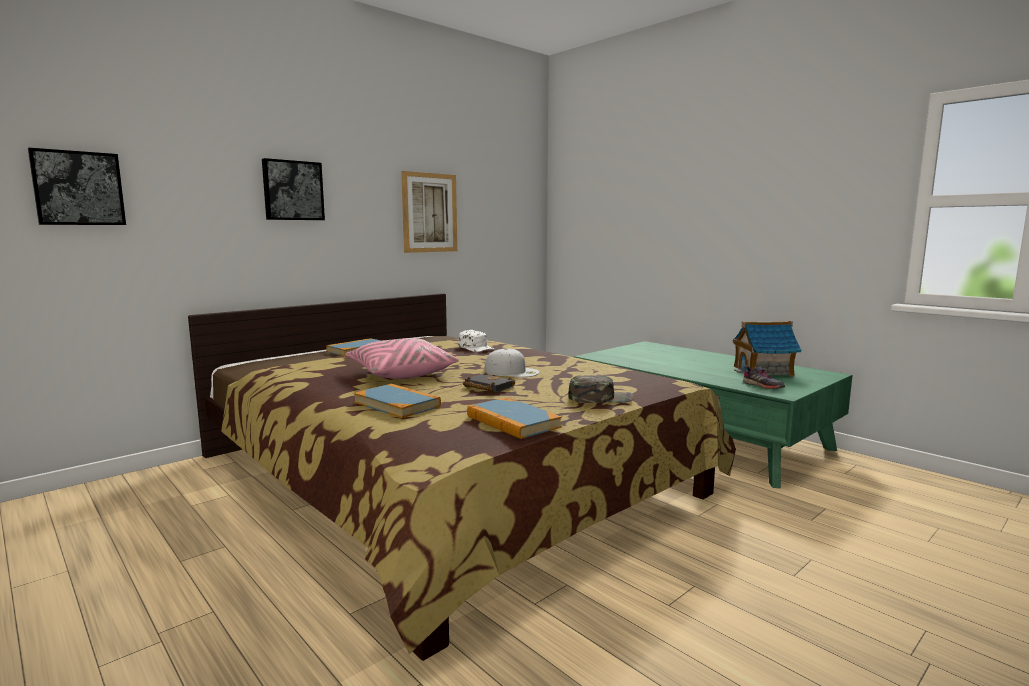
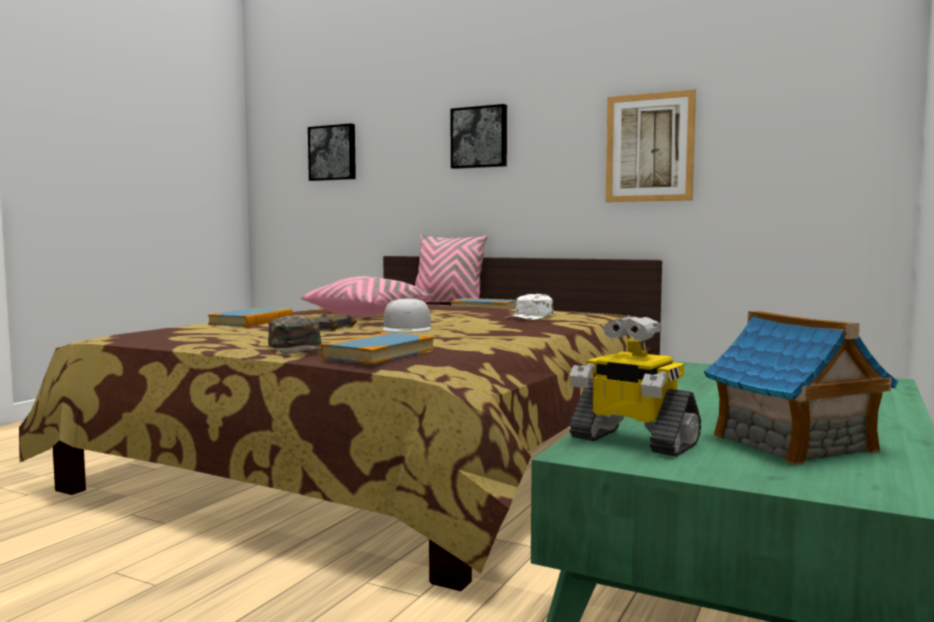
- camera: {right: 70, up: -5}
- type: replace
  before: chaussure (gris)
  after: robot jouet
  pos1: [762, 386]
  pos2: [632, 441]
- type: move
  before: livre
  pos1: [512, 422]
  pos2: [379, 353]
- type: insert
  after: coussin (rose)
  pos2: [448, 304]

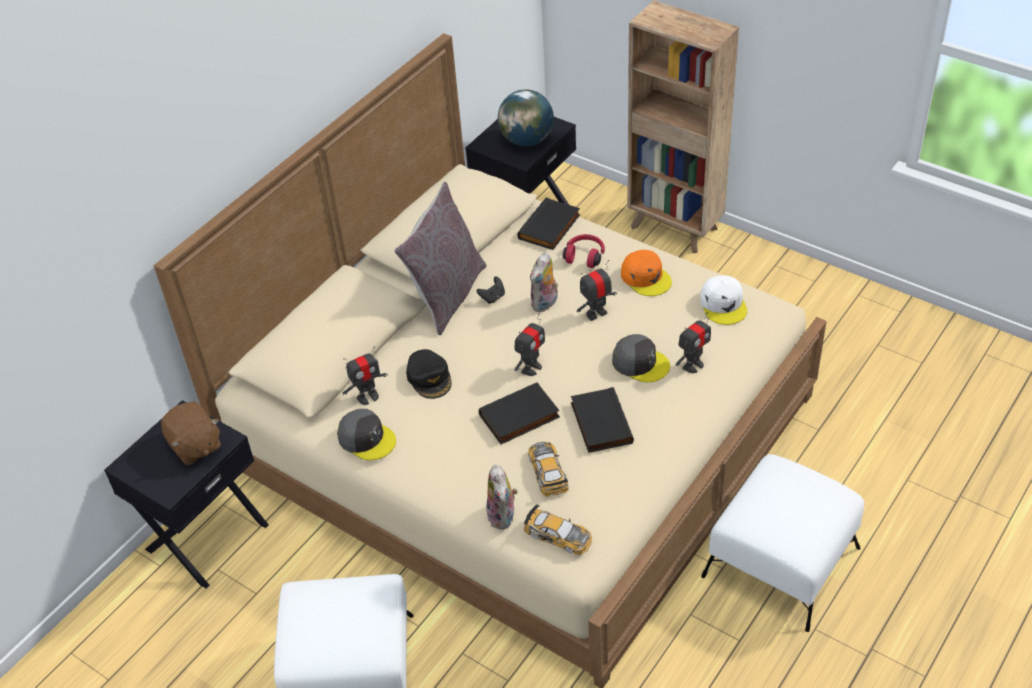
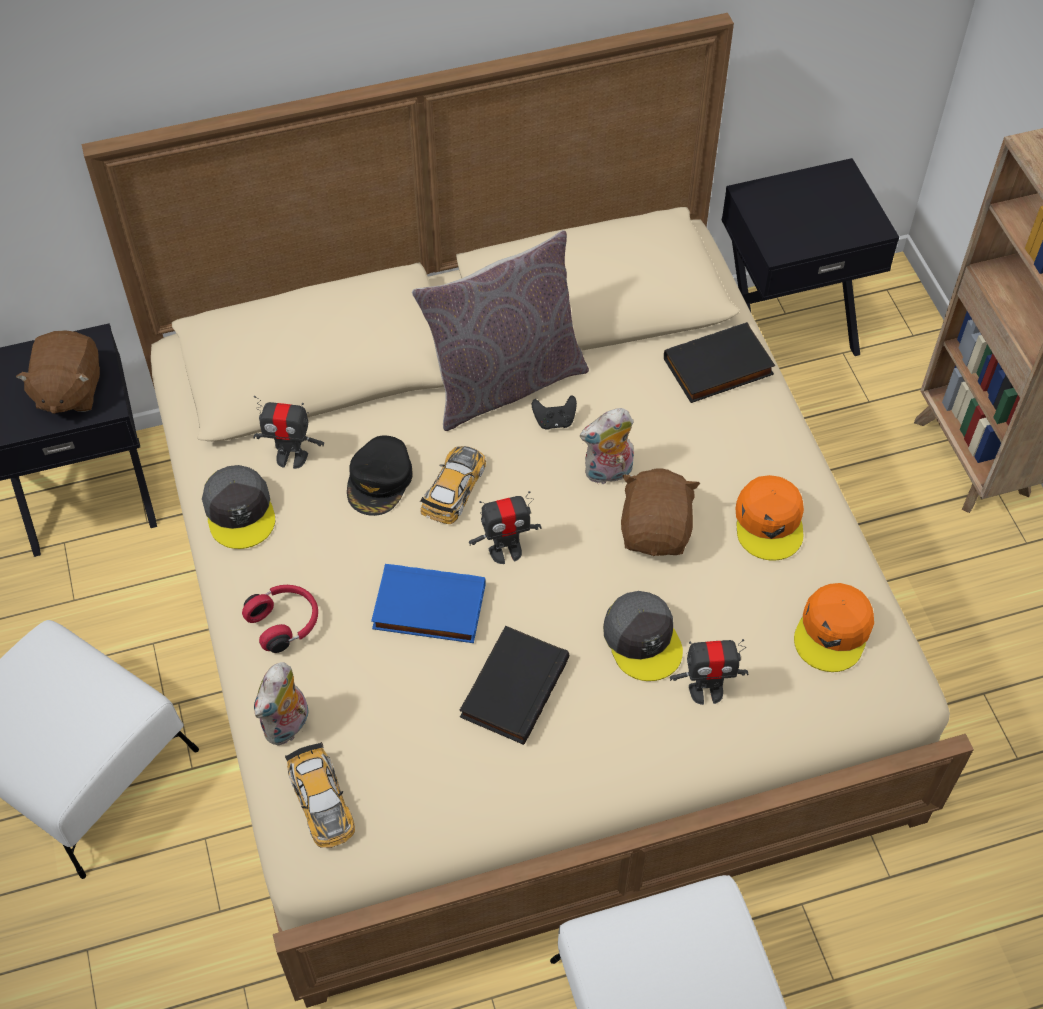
- camera: {right: 35, up: 10}
- type: delete
  before: globe
  pos1: [527, 140]
- type: move
  before: casque audio (rouge)
  pos1: [585, 256]
  pos2: [285, 623]
- type: replace
  before: robot jouet
  after: peluche (marron)
  pos1: [596, 314]
  pos2: [656, 531]
- type: recolor
  before: casquette (blanc)
  after: casquette (orange)
  pos1: [723, 304]
  pos2: [833, 631]
- type: recolor
  before: livre (noir)
  after: livre (bleu)
  pos1: [519, 417]
  pos2: [428, 609]
- type: move
  before: petite voiture
  pos1: [547, 471]
  pos2: [454, 487]

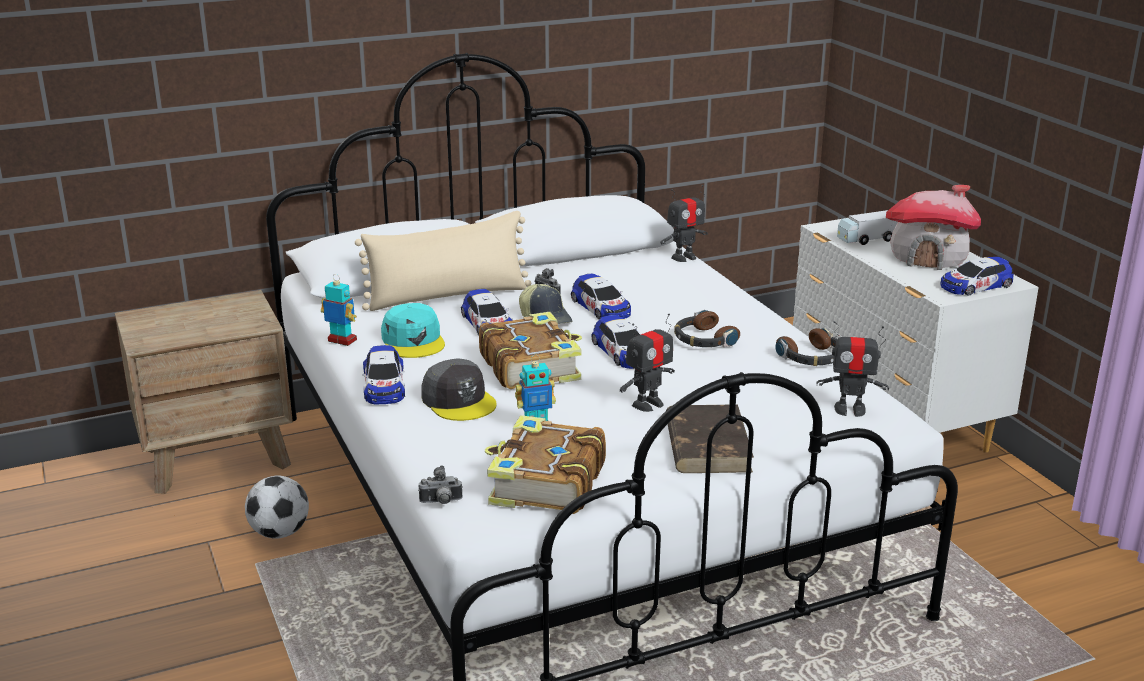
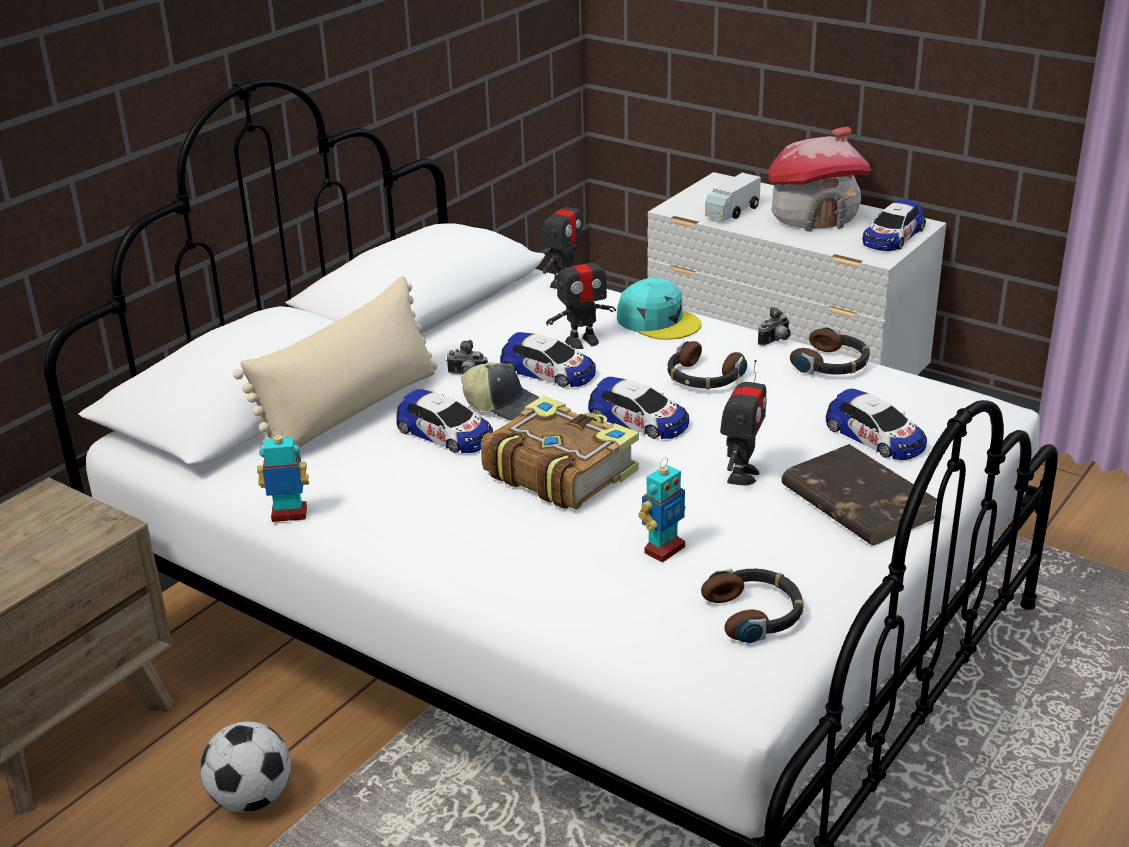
- camera: {right: -30, up: 5}
- type: move
  before: casquette (turquoise)
  pos1: [413, 341]
  pos2: [658, 321]
- type: move
  before: robot jouet
  pos1: [850, 410]
  pos2: [582, 341]
- type: move
  before: petite voiture
  pos1: [384, 385]
  pos2: [875, 436]
- type: delete
  before: casquette (gris)
  pos1: [459, 401]
- type: replace
  before: livre
  after: casque audio
  pos1: [545, 483]
  pos2: [755, 613]
- type: move
  before: appareil photo
  pos1: [441, 502]
  pos2: [776, 341]

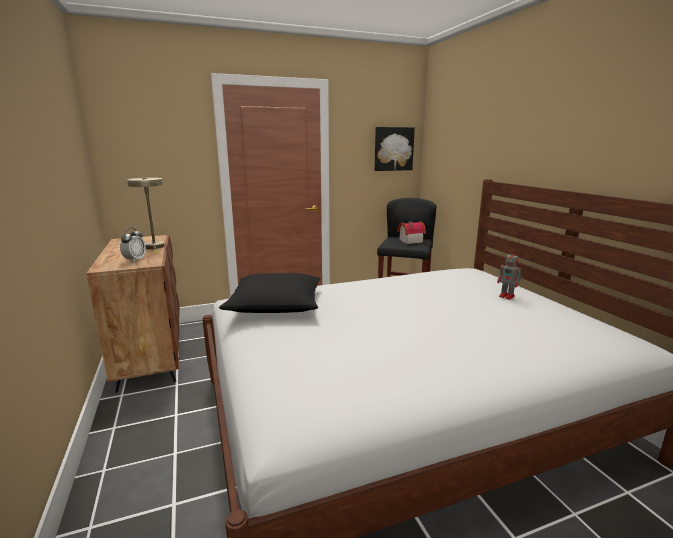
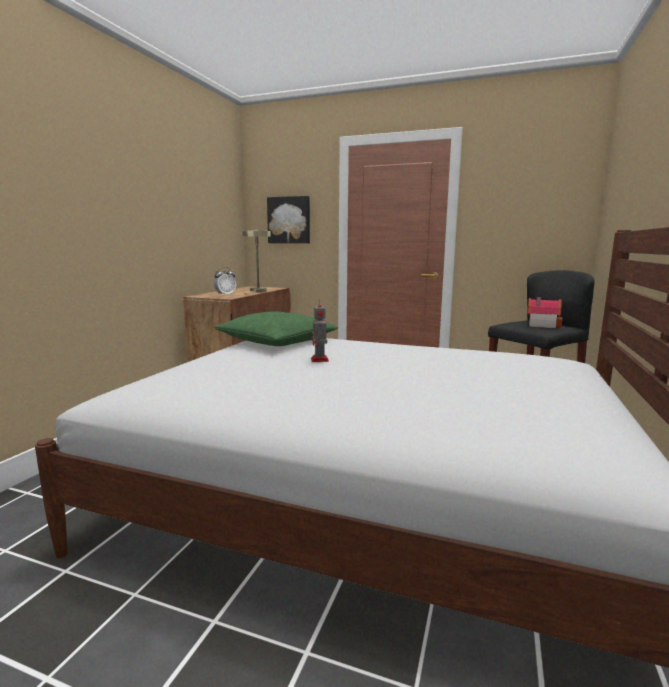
- camera: {right: 40, up: -5}
- type: move
  before: tableau
  pos1: [393, 149]
  pos2: [289, 220]
- type: move
  before: robot jouet
  pos1: [507, 296]
  pos2: [319, 360]
- type: recolor
  before: coussin (noir)
  after: coussin (vert)
  pos1: [275, 304]
  pos2: [277, 341]

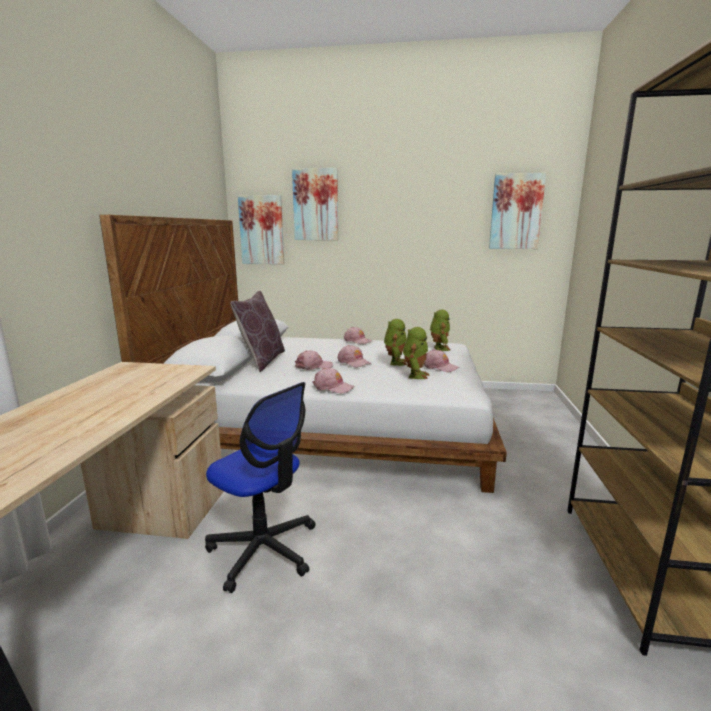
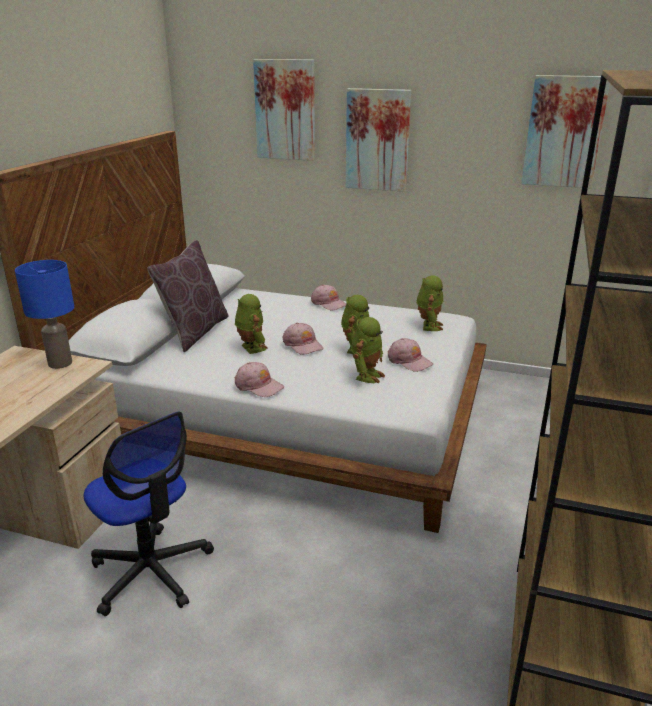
- camera: {right: 10, up: 10}
- type: move
  before: tableau
  pos1: [262, 230]
  pos2: [377, 140]
- type: replace
  before: casquette (rose)
  after: robot jouet
  pos1: [313, 366]
  pos2: [251, 348]
- type: insert
  after: lampe de table (bleu)
  pos2: [60, 363]

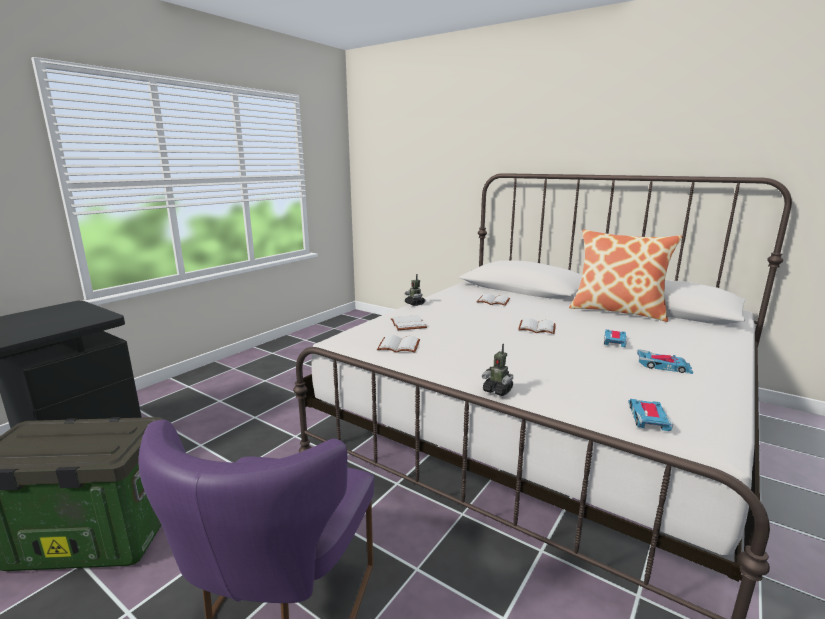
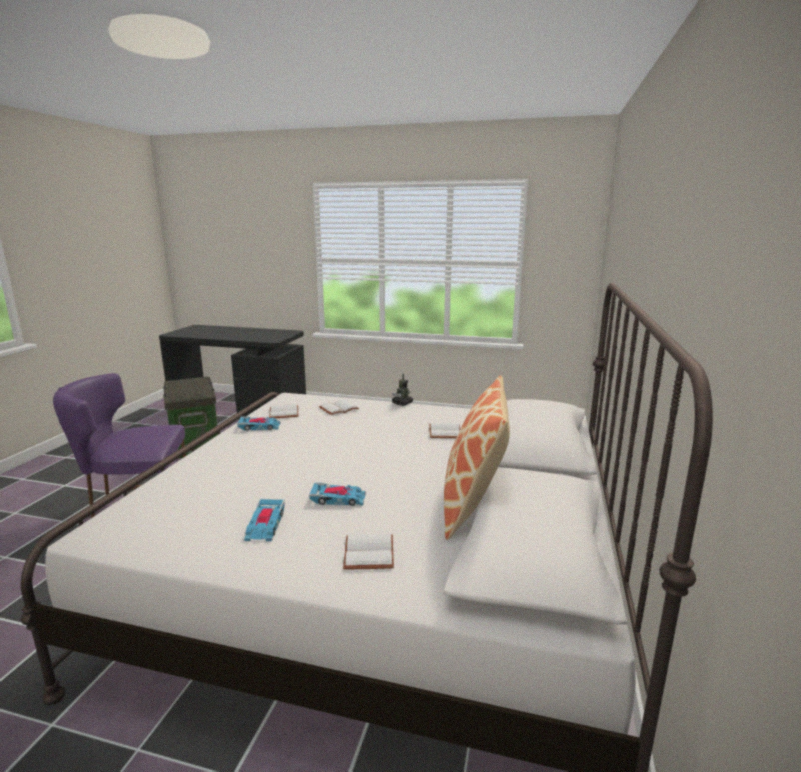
- camera: {right: 70, up: 0}
- type: move
  before: livre (blanc)
  pos1: [536, 328]
  pos2: [367, 552]
- type: delete
  before: robot jouet
  pos1: [497, 390]
- type: move
  before: petite voiture
  pos1: [647, 418]
  pos2: [259, 427]

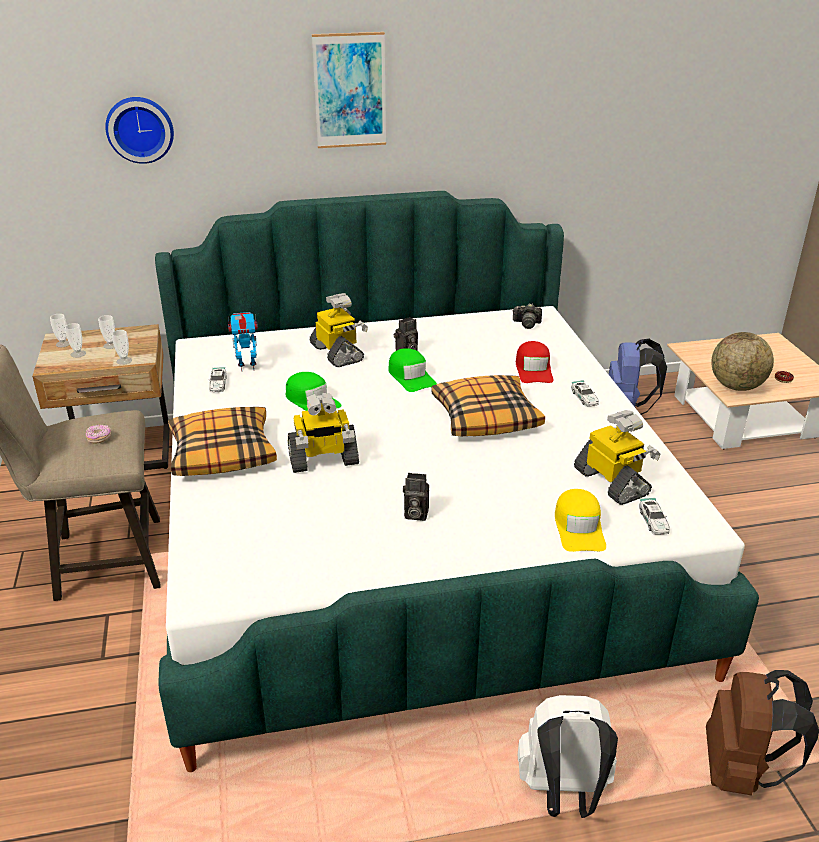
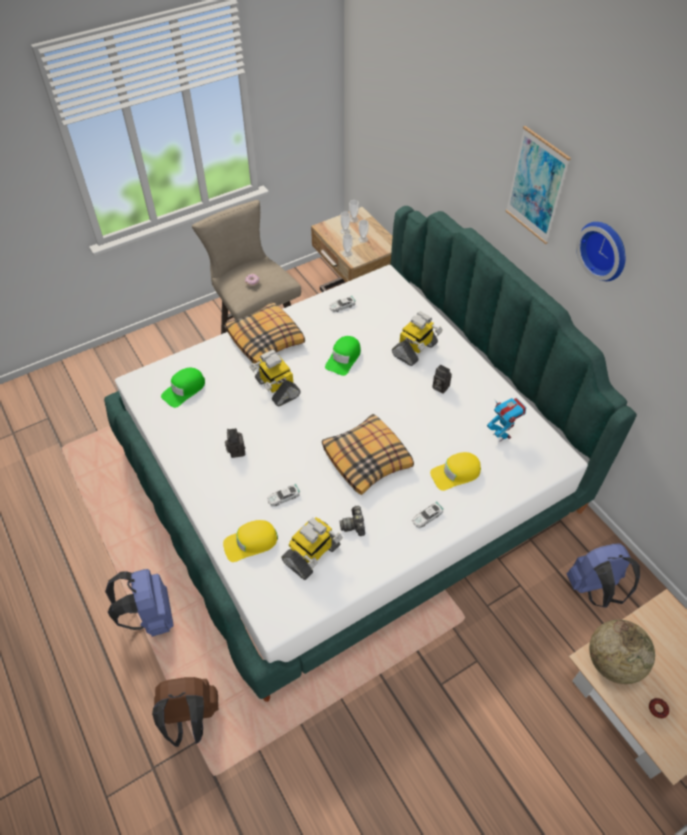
- camera: {right: 70, up: 20}
- type: move
  before: horloge murale
  pos1: [140, 129]
  pos2: [605, 249]
- type: move
  before: appareil photo
  pos1: [527, 323]
  pos2: [354, 525]
- type: move
  before: robot jouet
  pos1: [247, 367]
  pos2: [501, 435]
- type: recolor
  before: casquette (rouge)
  after: casquette (jaune)
  pos1: [533, 369]
  pos2: [455, 473]
- type: move
  before: casquette (vert)
  pos1: [411, 377]
  pos2: [184, 390]
- type: move
  before: petite voiture
  pos1: [653, 521]
  pos2: [283, 497]
- type: recolor
  before: sac à dos (blanc)
  after: sac à dos (bleu)
  pos1: [563, 793]
  pos2: [151, 616]

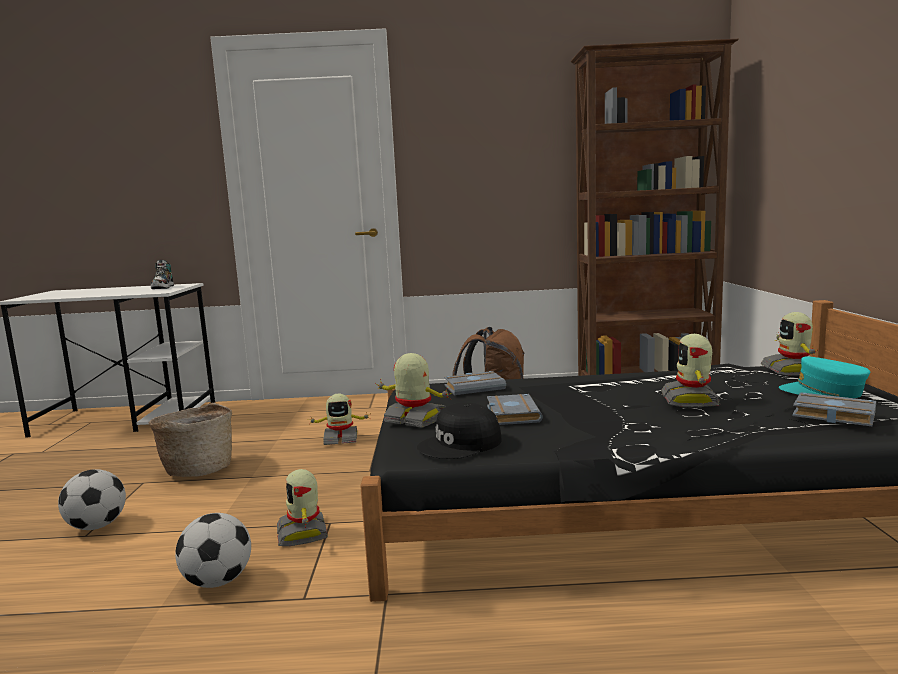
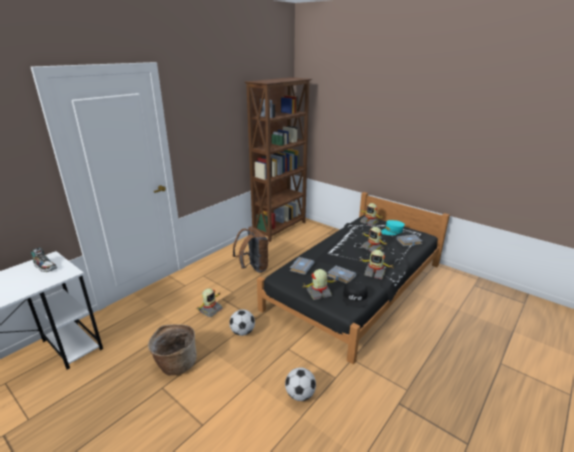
- camera: {right: -50, up: 15}
- type: move
  before: ballon de foot
  pos1: [97, 526]
  pos2: [242, 332]
- type: move
  before: robot jouet
  pos1: [304, 533]
  pos2: [374, 273]

